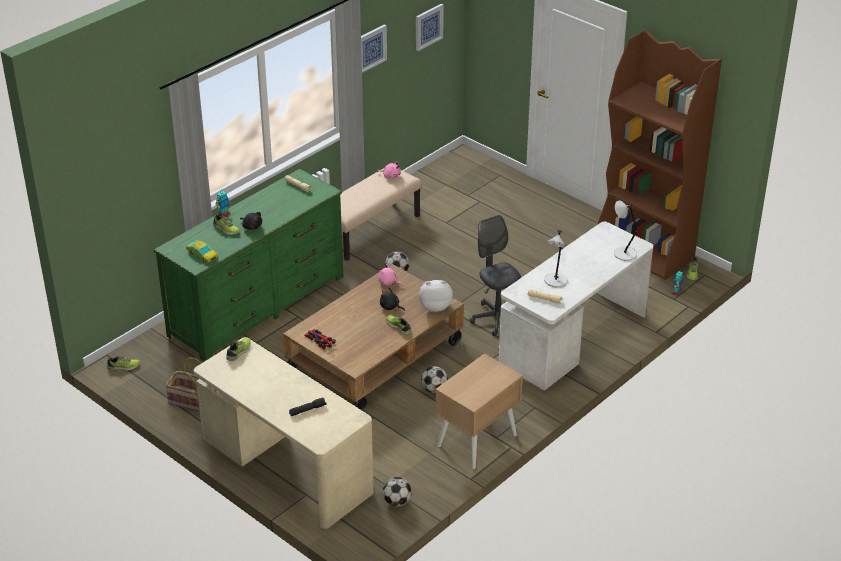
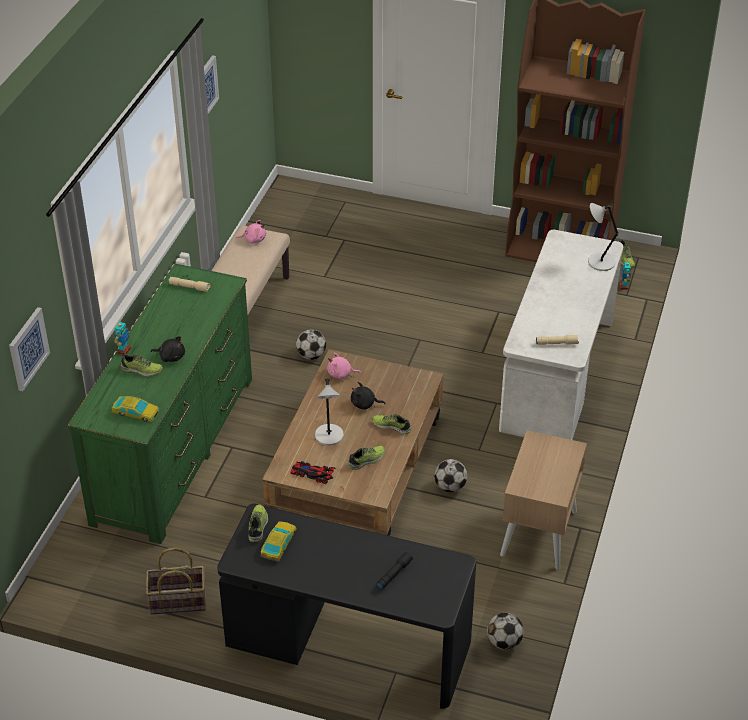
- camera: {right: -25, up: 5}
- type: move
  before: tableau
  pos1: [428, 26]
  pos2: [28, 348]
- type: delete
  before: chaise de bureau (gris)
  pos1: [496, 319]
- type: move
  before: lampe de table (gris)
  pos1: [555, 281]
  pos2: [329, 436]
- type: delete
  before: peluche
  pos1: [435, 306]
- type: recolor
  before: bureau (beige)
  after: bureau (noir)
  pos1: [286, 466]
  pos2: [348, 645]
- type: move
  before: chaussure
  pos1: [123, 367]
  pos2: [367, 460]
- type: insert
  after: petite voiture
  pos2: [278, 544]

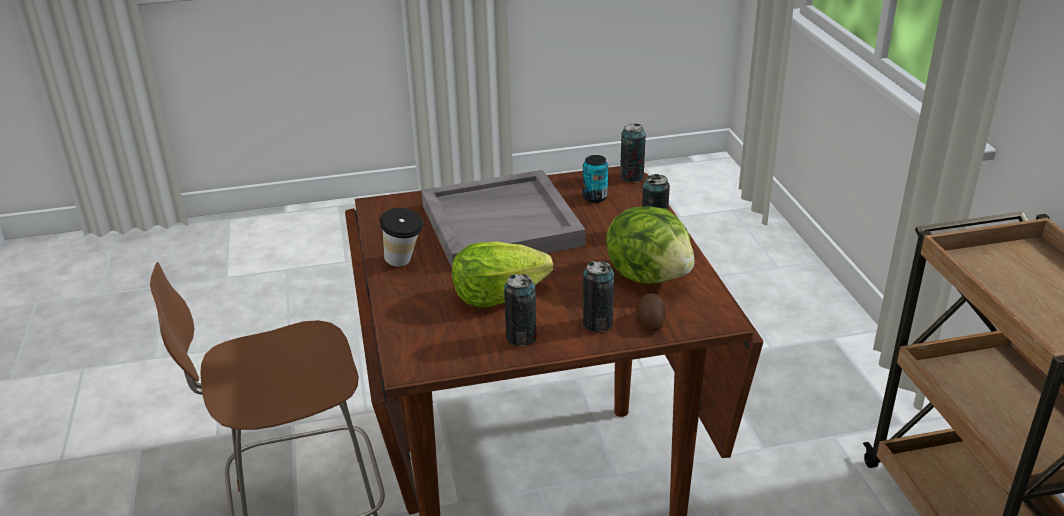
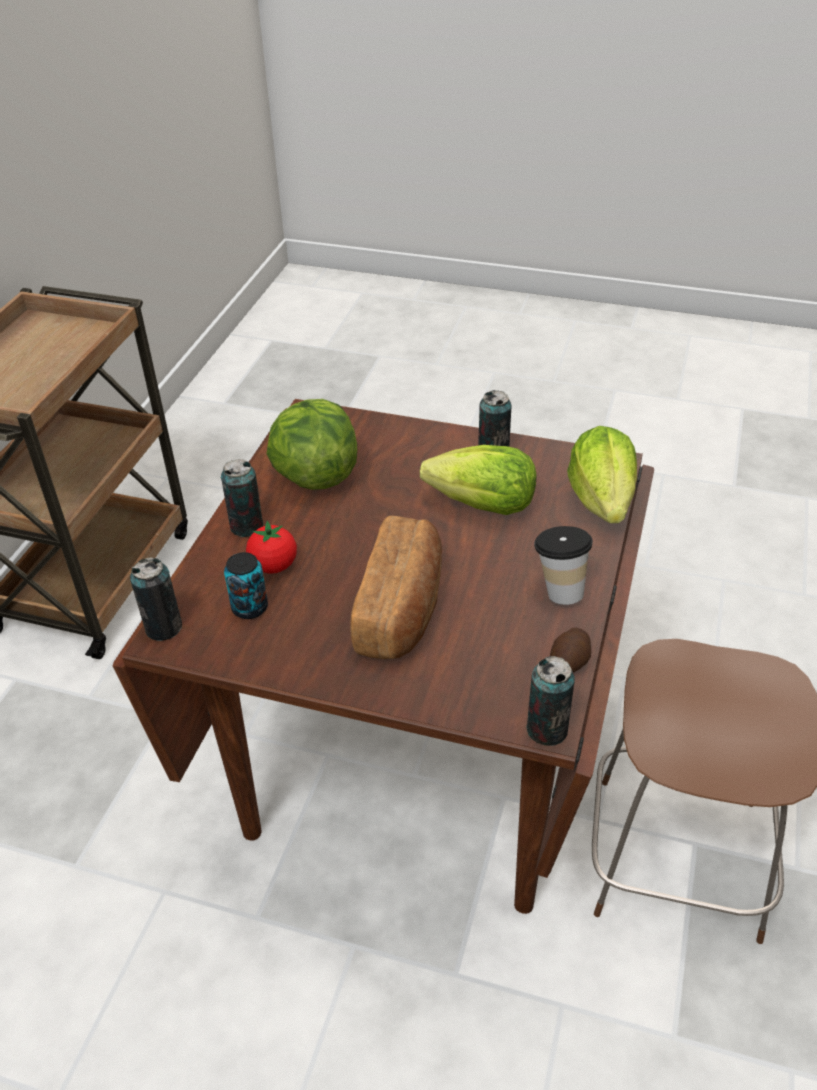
- camera: {right: -150, up: 10}
- type: replace
  before: plateau (gris)
  after: pain
  pos1: [502, 224]
  pos2: [402, 608]
- type: move
  before: boîte métallique
  pos1: [598, 324]
  pos2: [547, 729]
- type: move
  before: pomme de terre
  pos1: [650, 322]
  pos2: [570, 661]
- type: insert
  after: laitue
  pos2: [602, 500]
- type: insert
  after: tomate
  pos2: [273, 566]

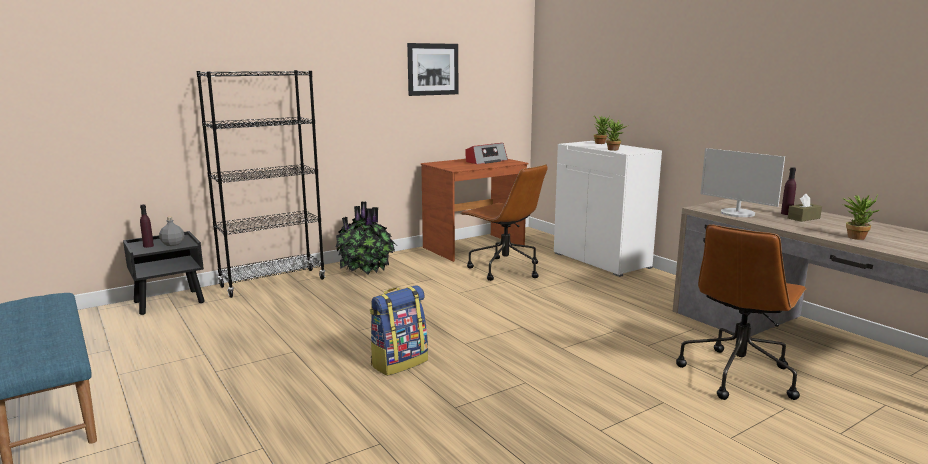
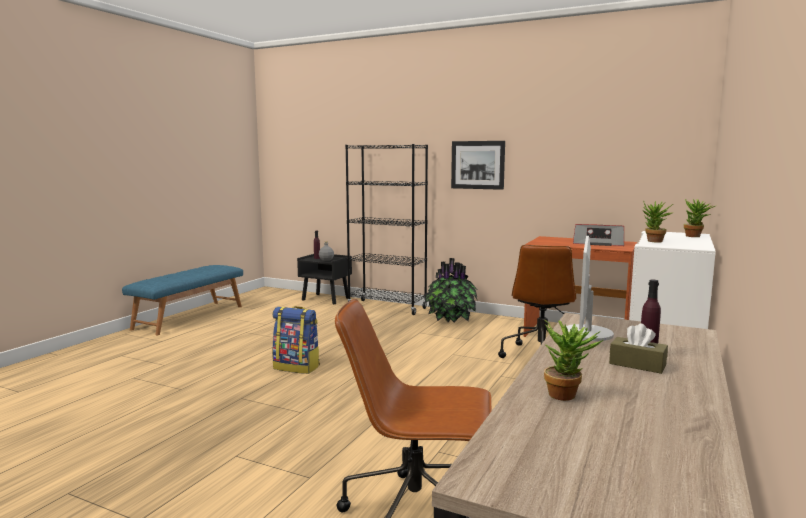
- camera: {right: 60, up: -5}
- type: move
  before: tableau
  pos1: [433, 69]
  pos2: [477, 165]

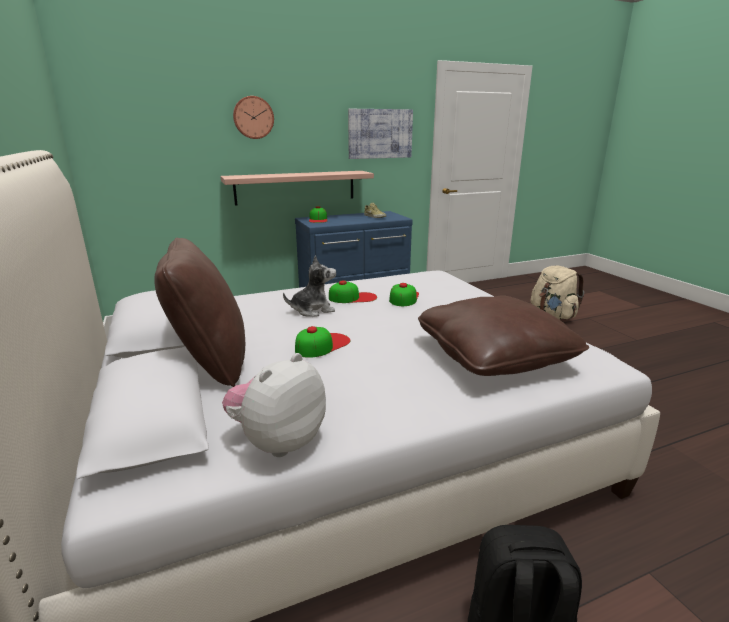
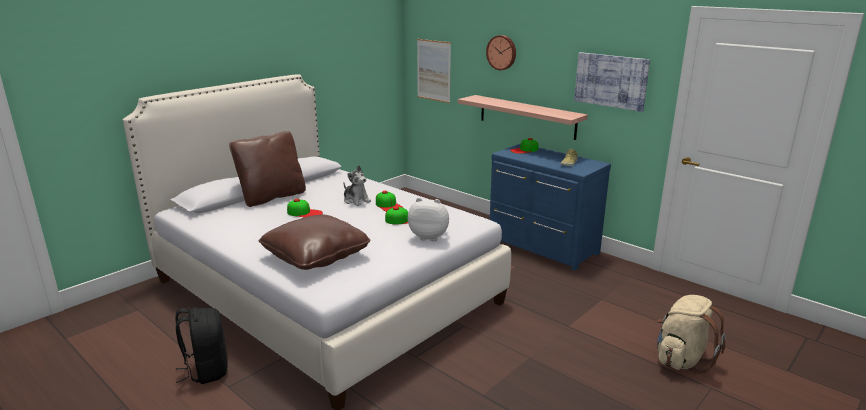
- camera: {right: 65, up: 0}
- type: move
  before: peluche
  pos1: [278, 441]
  pos2: [429, 236]
- type: insert
  after: tableau
  pos2: [433, 70]

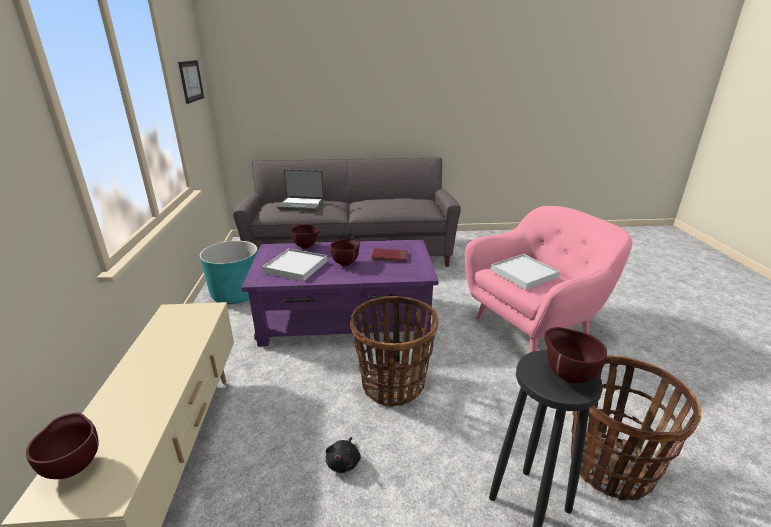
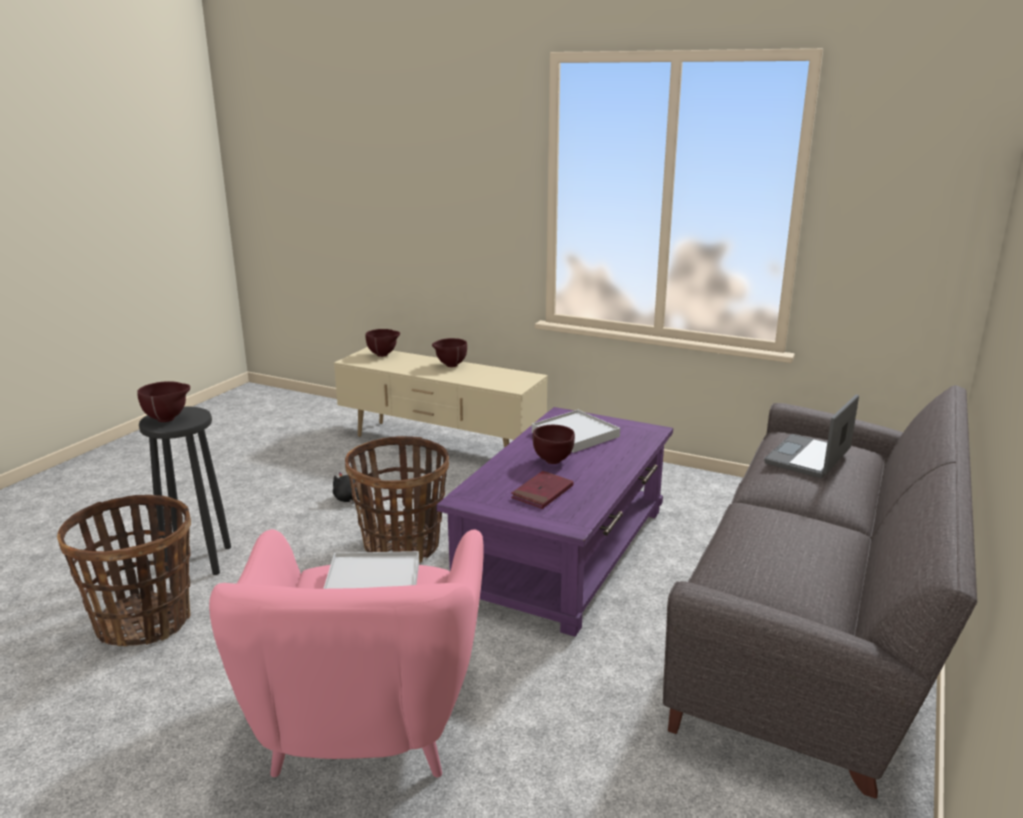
- camera: {right: 120, up: -5}
- type: delete
  before: tableau
  pos1: [191, 81]
- type: move
  before: bol (marron)
  pos1: [306, 247]
  pos2: [450, 365]
- type: delete
  before: cache-pot (turquoise)
  pos1: [236, 294]

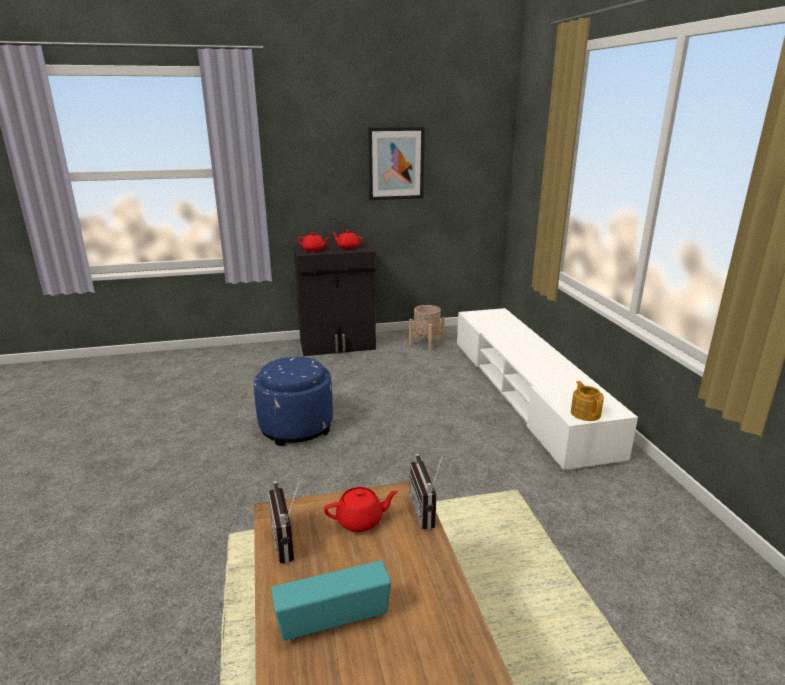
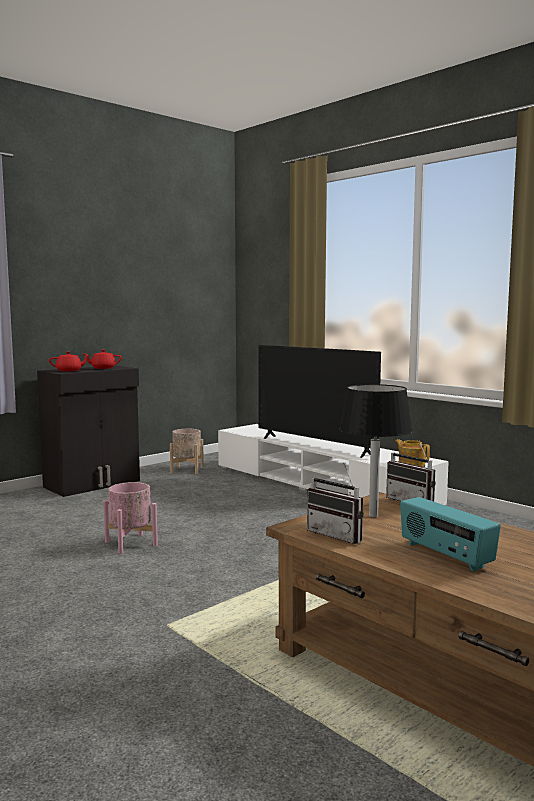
- camera: {right: -30, up: -15}
- type: delete
  before: tableau
  pos1: [396, 163]
- type: replace
  before: pouf (bleu)
  after: cache-pot (rose)
  pos1: [296, 427]
  pos2: [130, 543]
- type: replace
  before: théière (rouge)
  after: lampe de table (noir)
  pos1: [361, 520]
  pos2: [373, 515]
- type: rotate
  before: radio
  pos1: [333, 619]
  pos2: [445, 556]
  turn: -75
- type: insert
  after: téléviseur
  pos2: [315, 446]

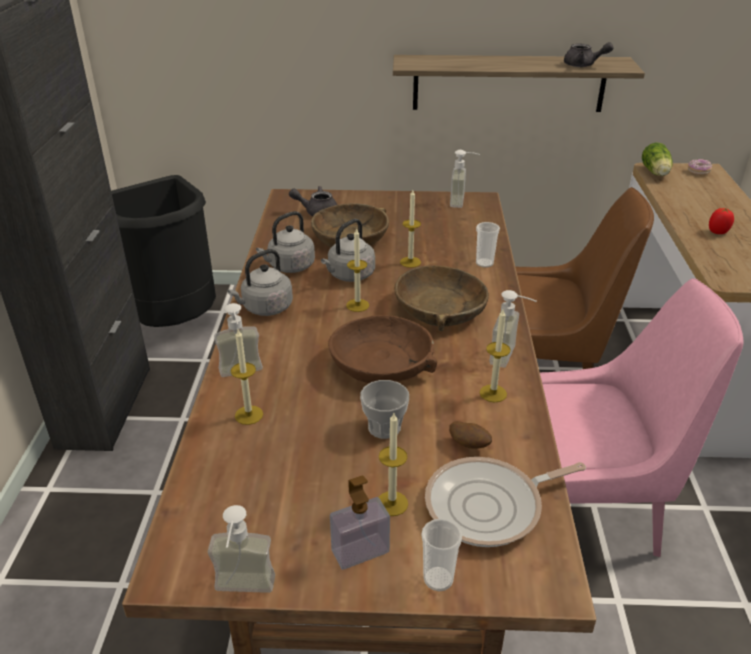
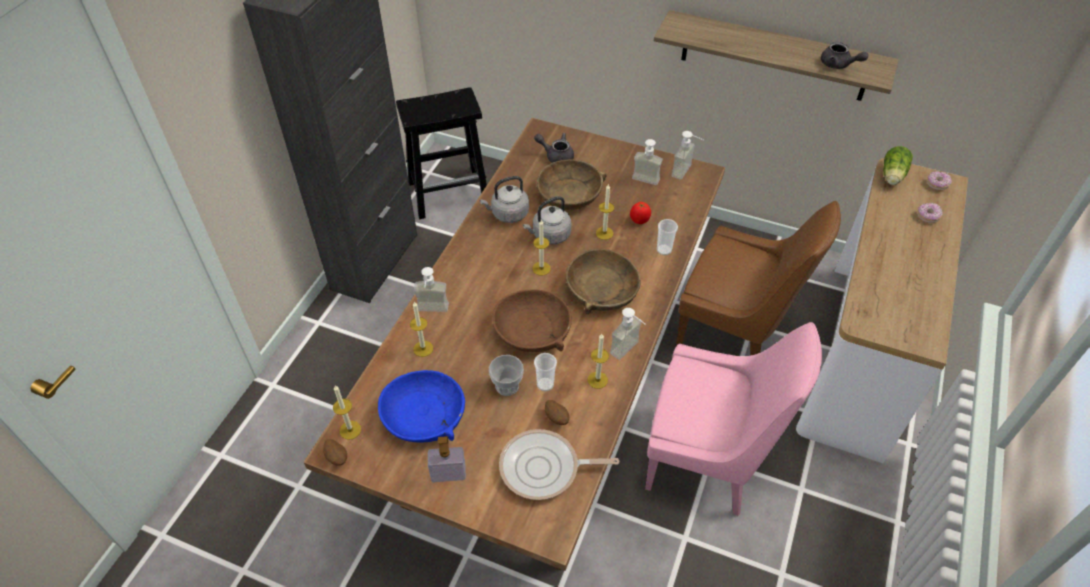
- camera: {right: 20, up: 15}
- type: replace
  before: poubelle (noir)
  after: tabouret (noir)
  pos1: [174, 322]
  pos2: [450, 192]
- type: move
  before: tomate
  pos1: [718, 232]
  pos2: [639, 221]
- type: delete
  before: bouilloire (gris)
  pos1: [265, 308]
- type: move
  before: bougie
  pos1: [392, 503]
  pos2: [350, 430]
- type: move
  before: distributeur de savon
  pos1: [243, 593]
  pos2: [644, 183]
- type: move
  before: tasse
  pos1: [438, 579]
  pos2: [545, 384]
- type: insert
  after: beignet
  pos2: [927, 216]
- type: insert
  after: bol (bleu)
  pos2: [424, 415]
- type: insert
  after: pomme de terre
  pos2: [337, 457]

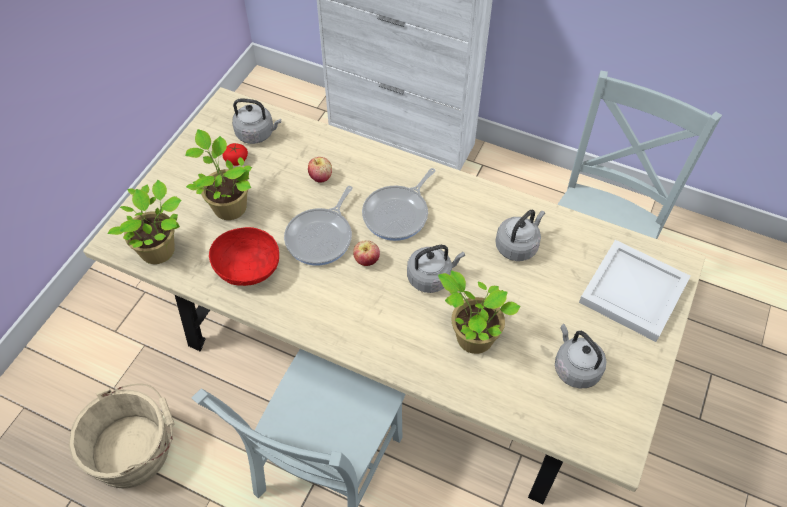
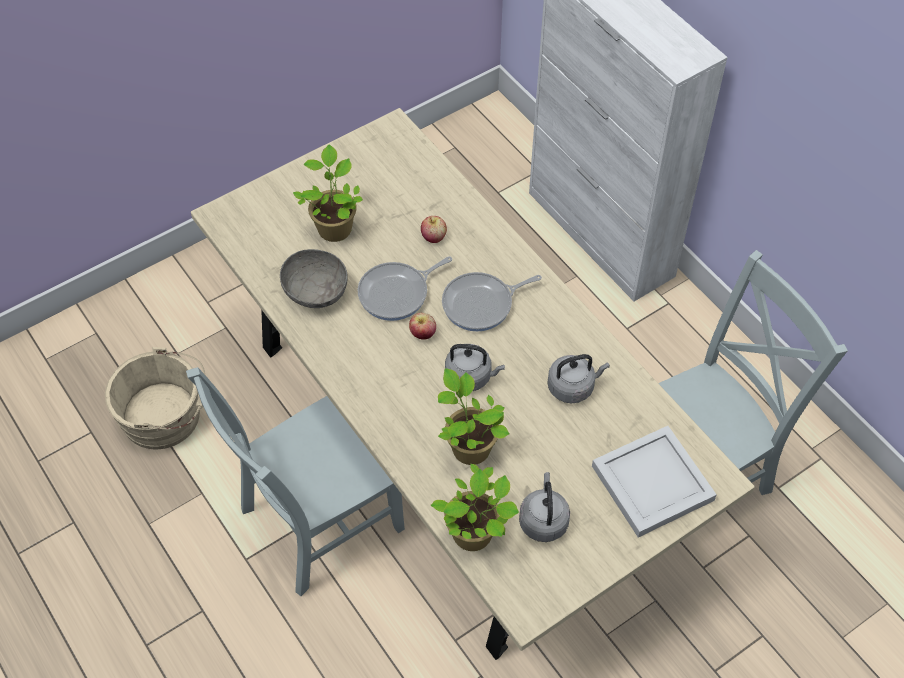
- camera: {right: 30, up: 0}
- type: delete
  before: bouilloire (gris)
  pos1: [257, 133]
- type: delete
  before: tomate
  pos1: [236, 160]
- type: move
  before: plante en pot
  pos1: [161, 250]
  pos2: [475, 535]
- type: recolor
  before: bol (rouge)
  after: bol (gris)
  pos1: [248, 268]
  pos2: [316, 291]

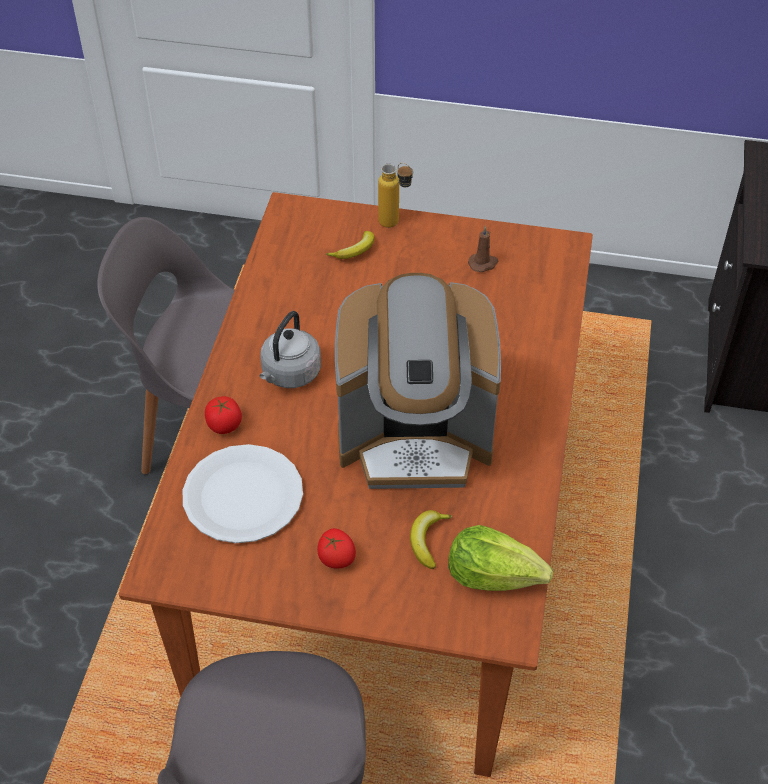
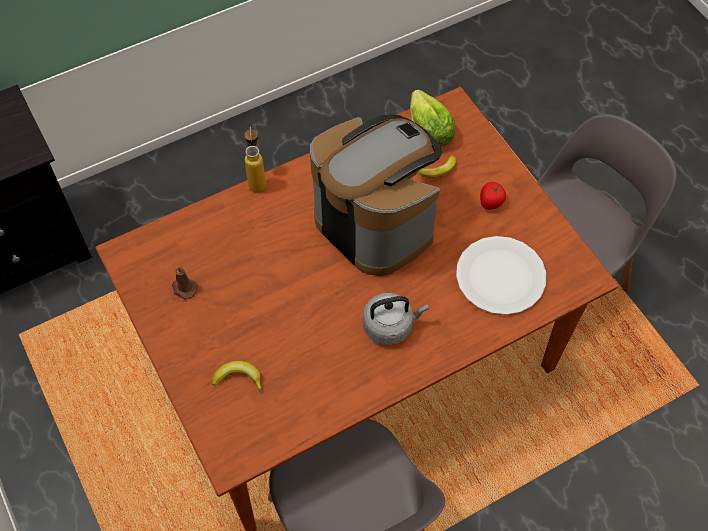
- camera: {right: -130, up: 10}
- type: move
  before: bouteille
  pos1: [395, 225]
  pos2: [257, 180]
- type: delete
  before: tomate
  pos1: [224, 425]

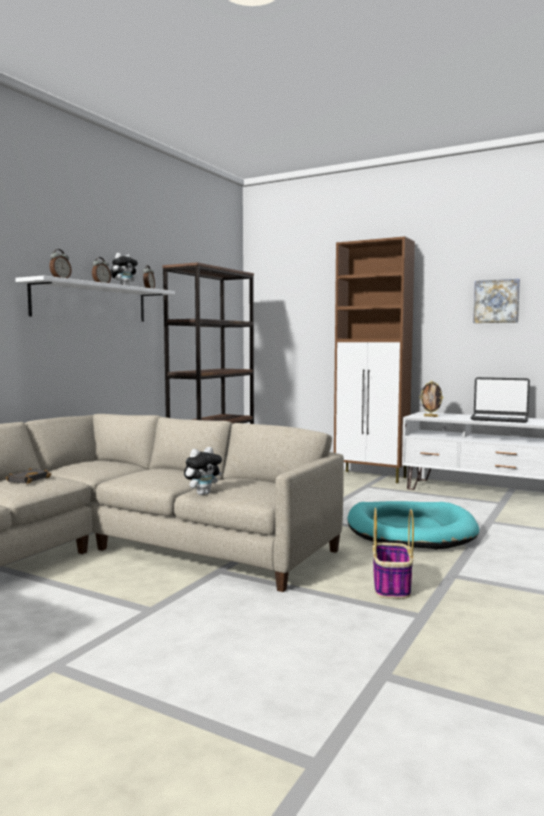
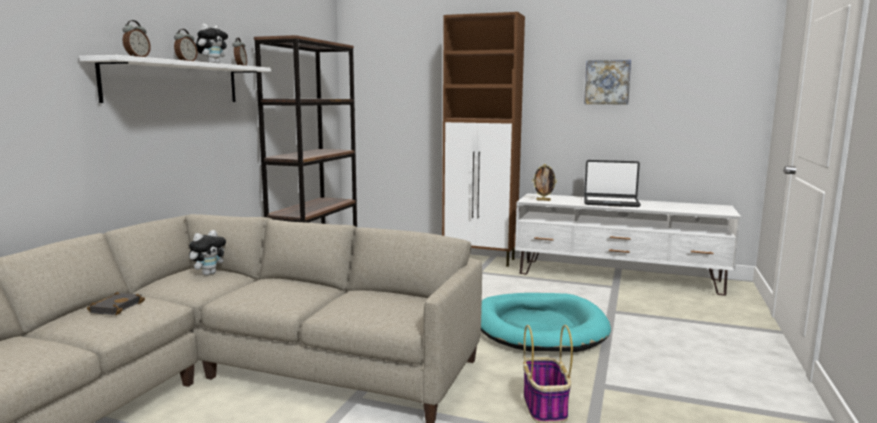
- camera: {right: -10, up: 5}
- type: move
  before: peluche
  pos1: [203, 493]
  pos2: [209, 274]

